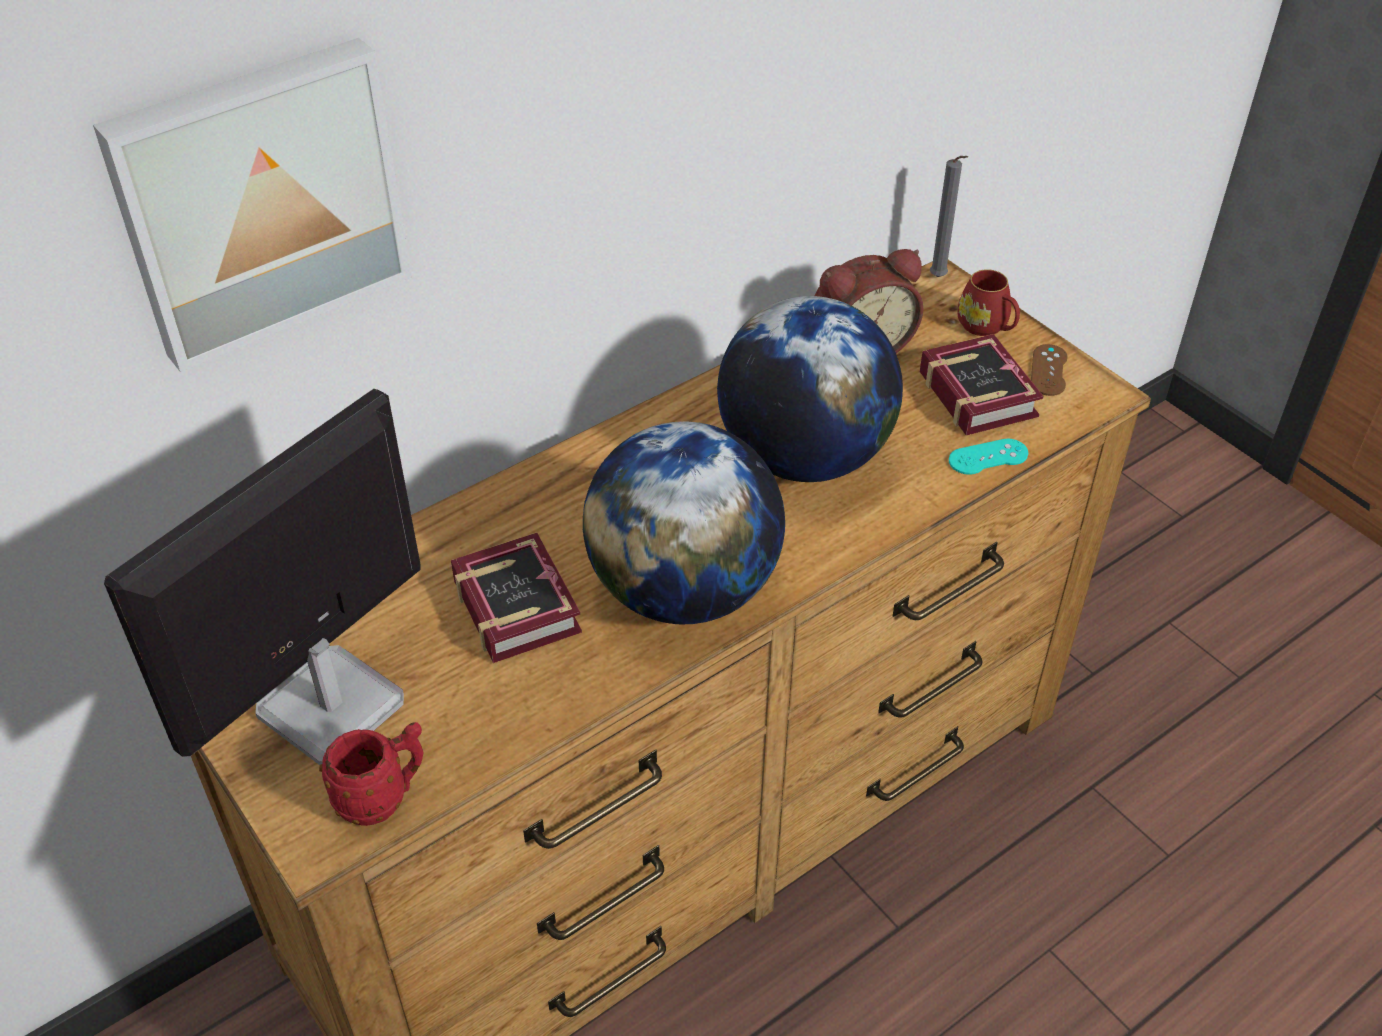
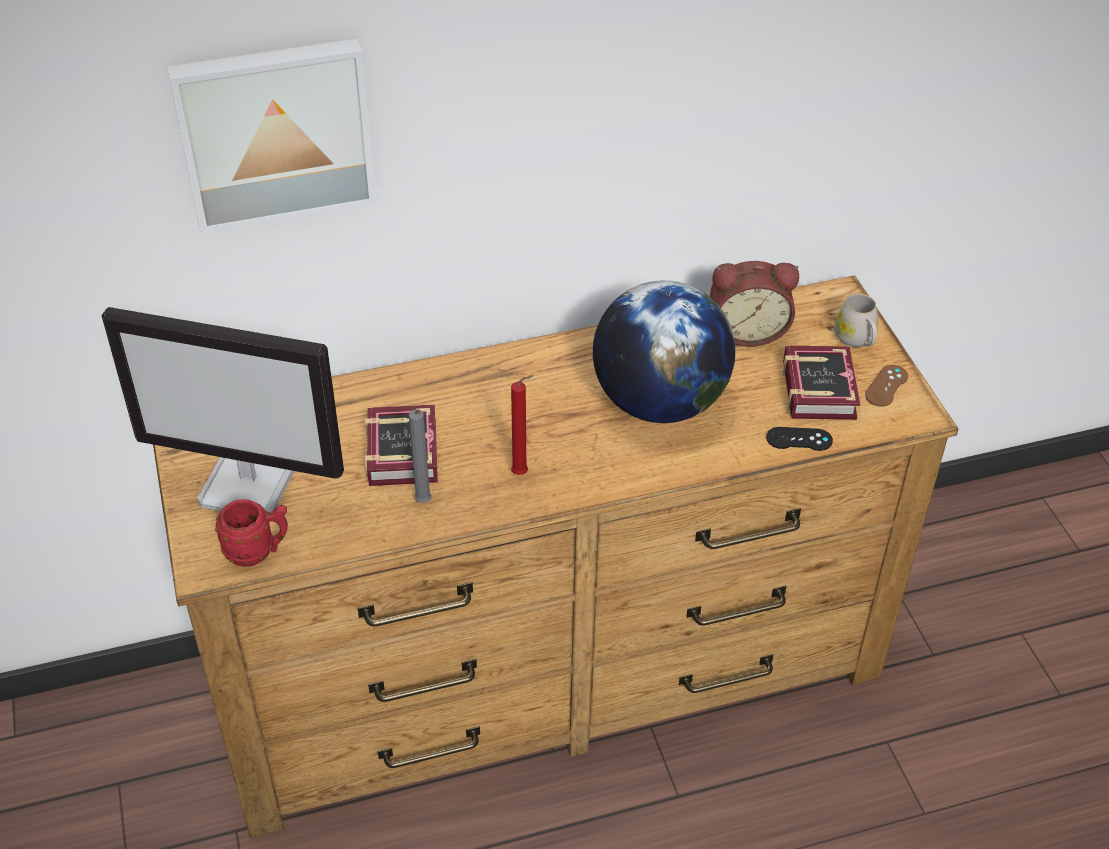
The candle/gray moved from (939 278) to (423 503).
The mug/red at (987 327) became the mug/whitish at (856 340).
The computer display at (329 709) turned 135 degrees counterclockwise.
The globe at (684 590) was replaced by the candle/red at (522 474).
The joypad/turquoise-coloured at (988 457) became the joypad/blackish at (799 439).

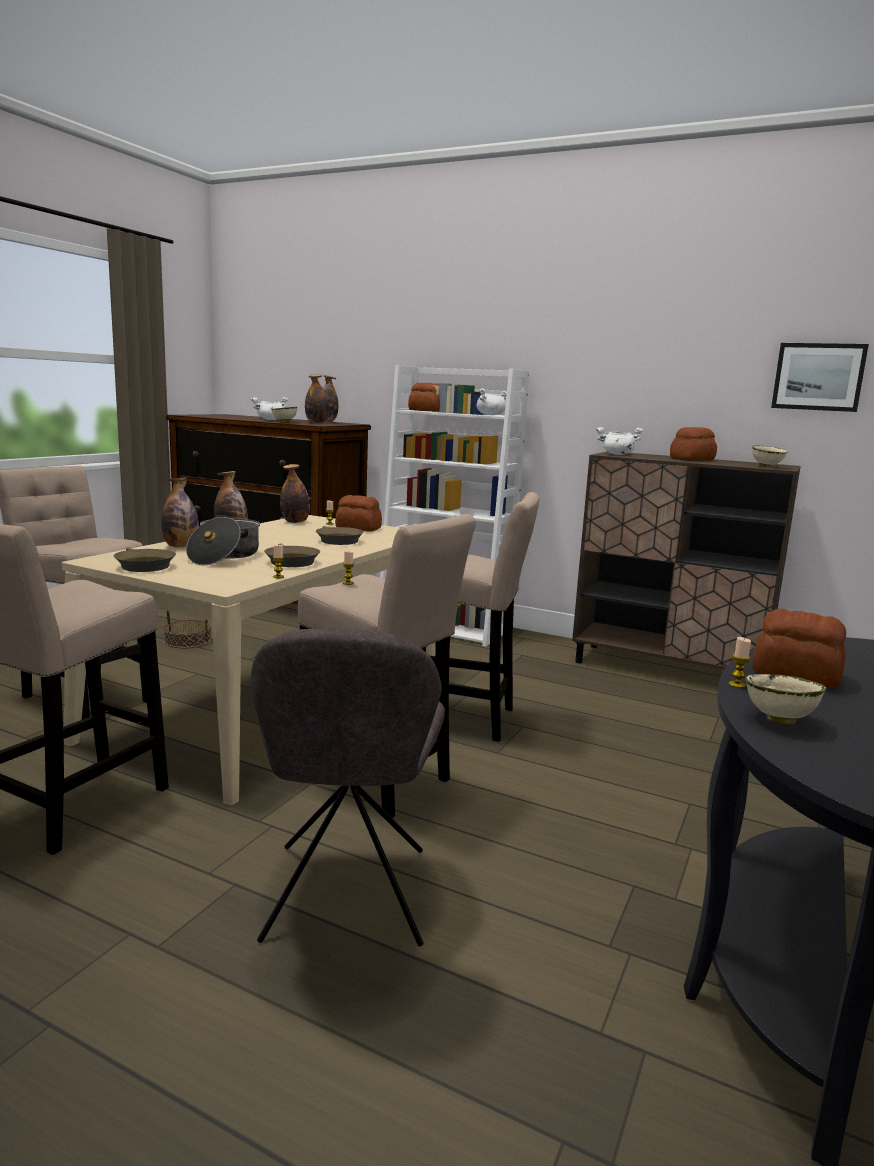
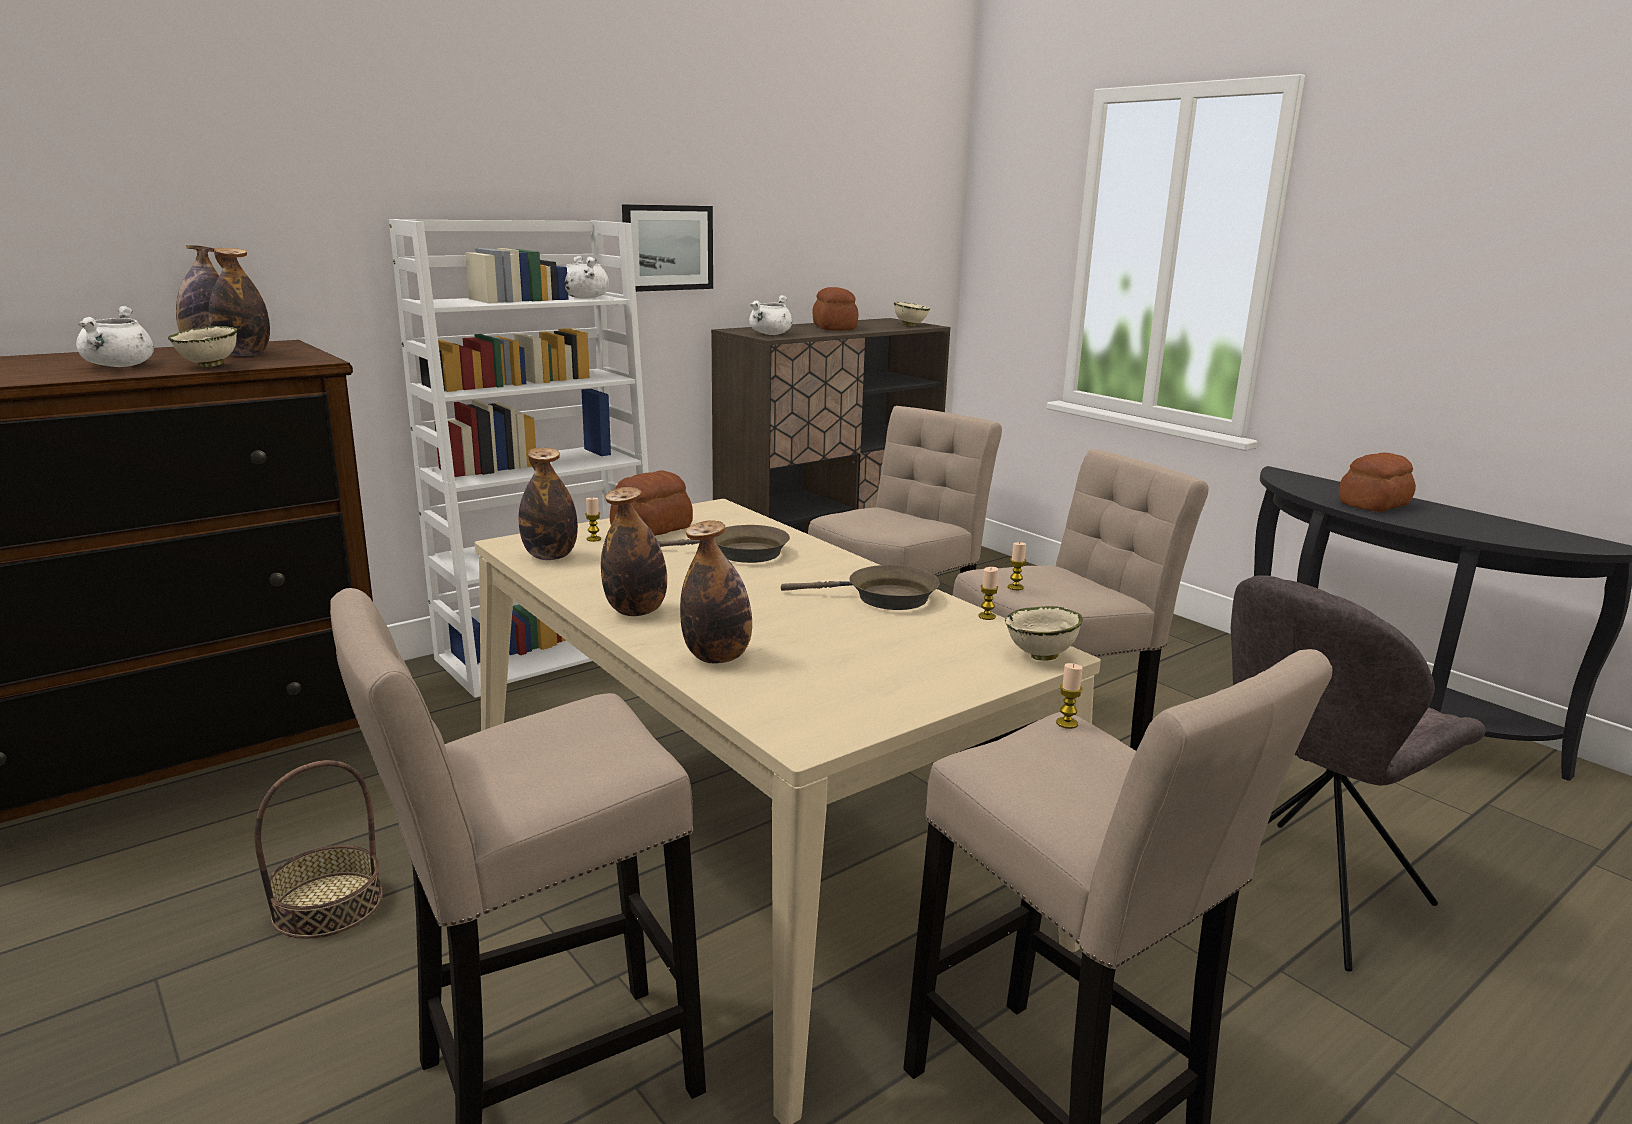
The wall art moved from (818 377) to (667 248).
The bakery bread at (427 411) disappeared.
The stockpot at (224 556) disappeared.
The skillet/brown at (143 565) disappeared.
The chair/gray at (346 898) turned 120 degrees clockwise.
The candle moved from (737 685) to (1067 723).
The bowl/beige-coloured moved from (778 720) to (1041 657).

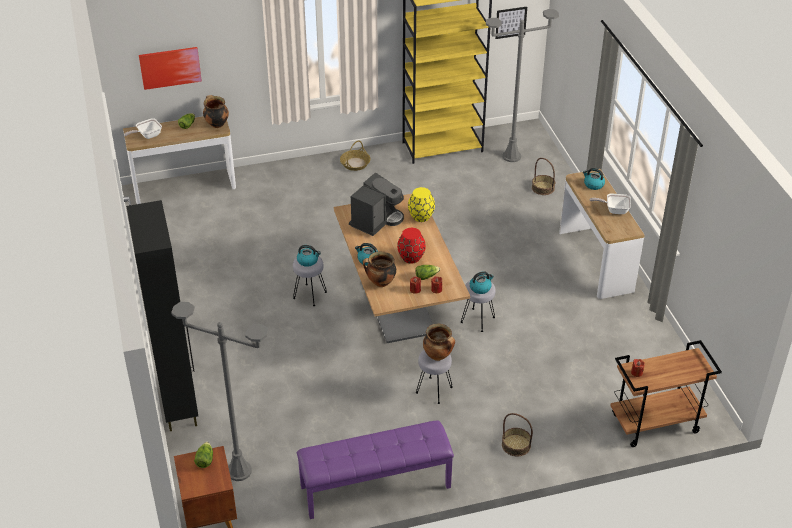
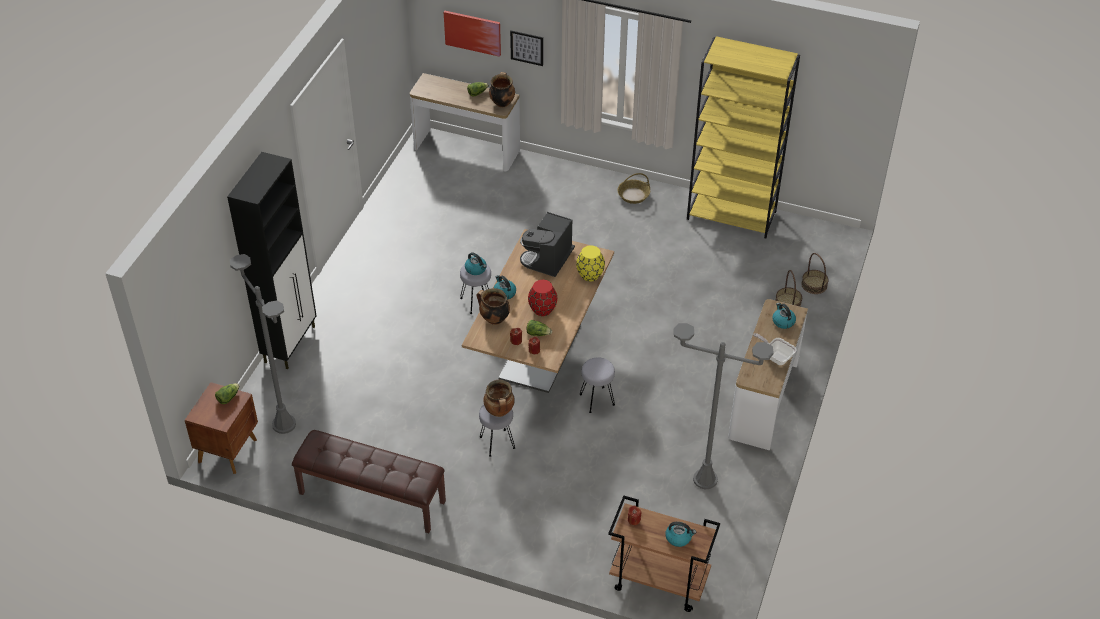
The wall art moved from (511 22) to (527 47).
The standing lamp/gray moved from (511 156) to (705 479).
The skillet at (147 135) disappeared.
The coffee maker at (376 220) turned 135 degrees clockwise.
The tea kettle moved from (480 288) to (678 538).
The basket moved from (516 445) to (814 285).
The long seat/purplish at (375 487) became the long seat/brown at (371 498).

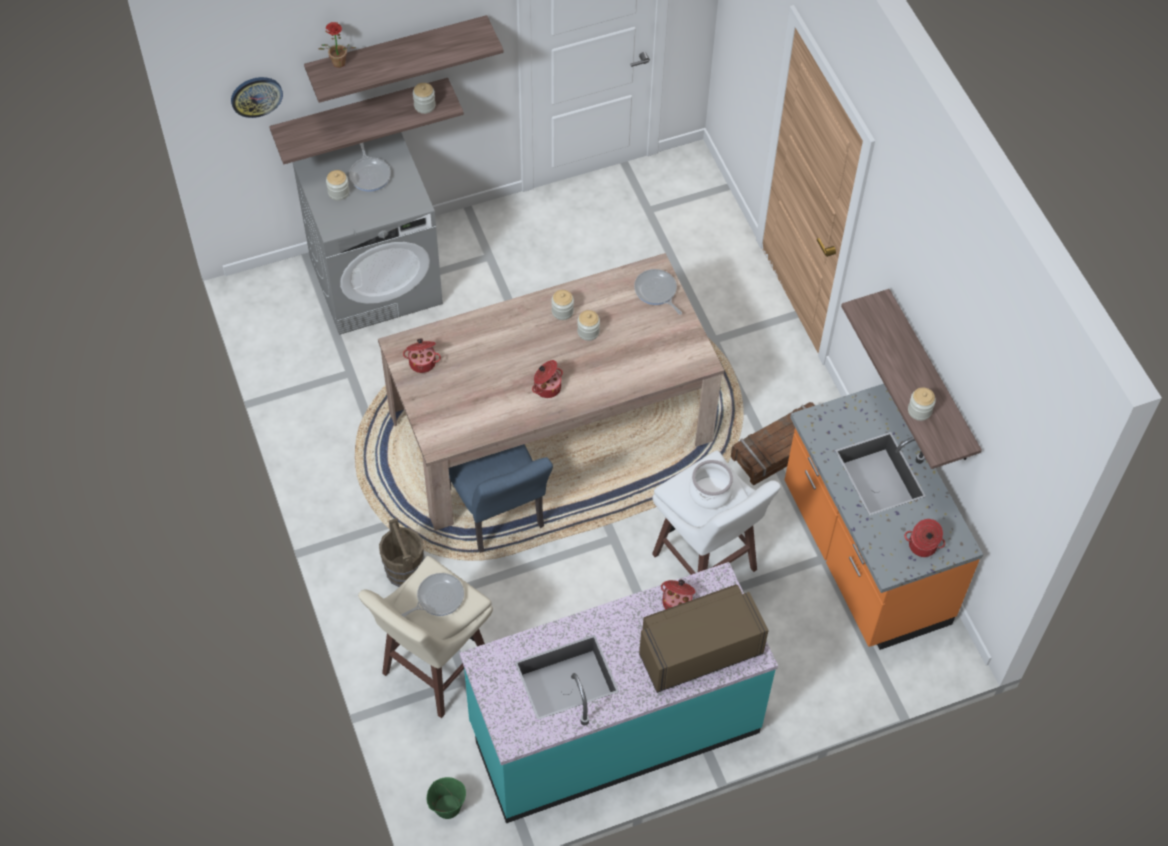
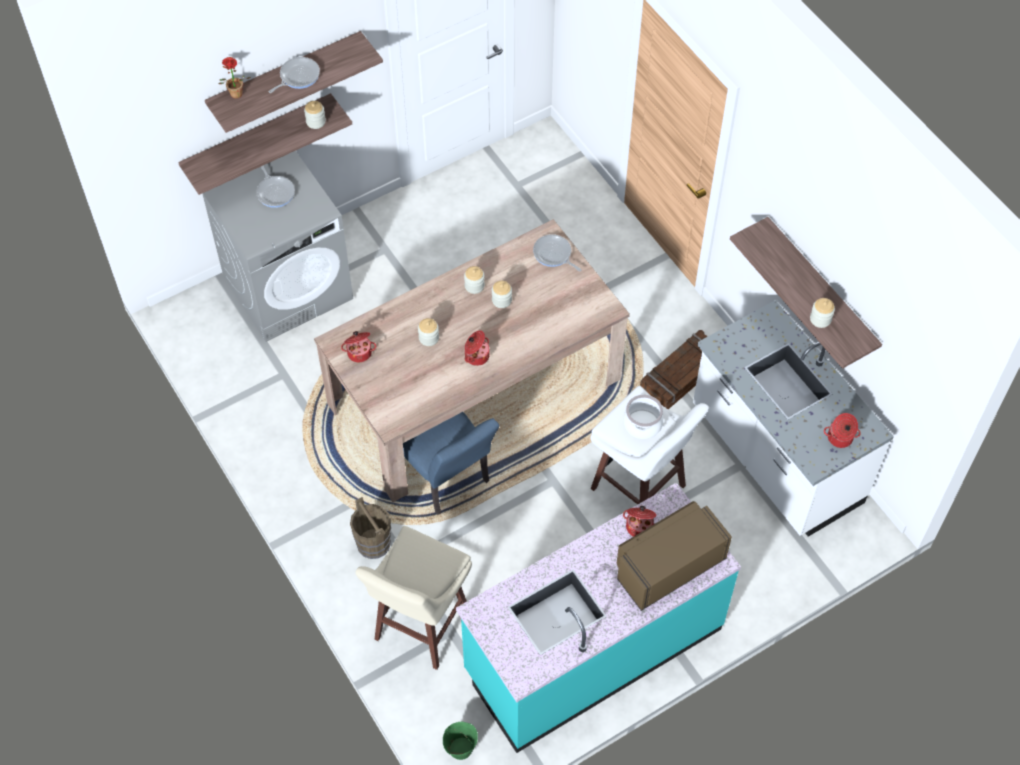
The clock on the wall at (256 96) disappeared.
The preserve jar moved from (338 192) to (429 338).
The counter/orange at (863 556) became the counter/whitish at (774 457).
The skillet moved from (437 598) to (297 76).

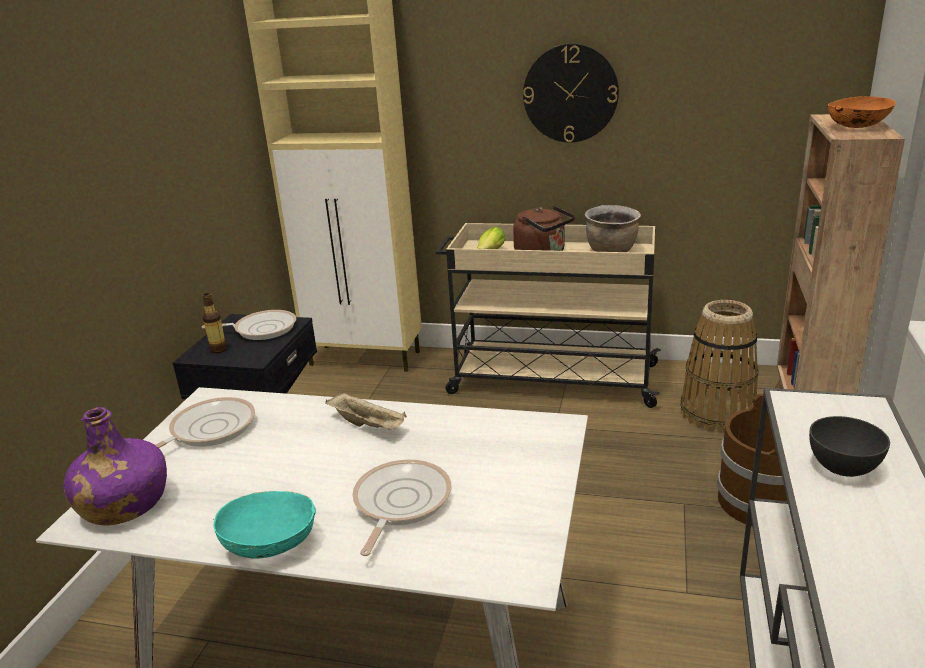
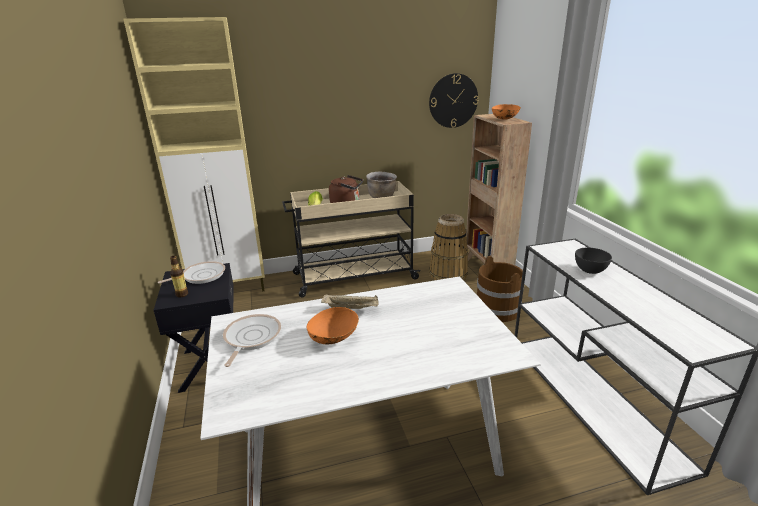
The clock on the wall moved from (570 93) to (453 101).
The beverage bottle/purplish at (124 505) disappeared.
The skillet at (399 503) disappeared.
The bowl/turquoise-coloured at (271 544) disappeared.
The bowl/orange at (334 338) appeared.

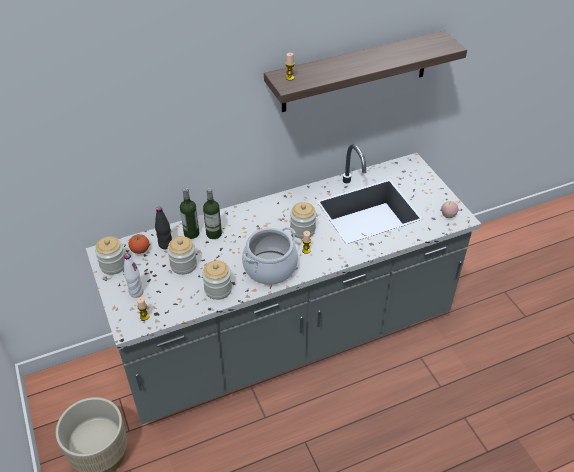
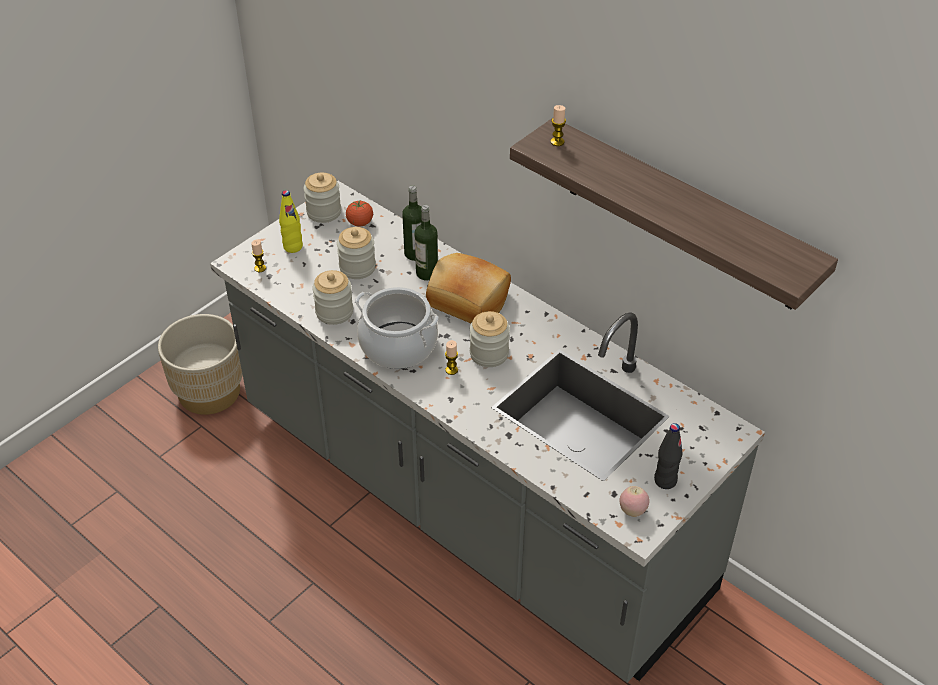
The beverage bottle/blackish moved from (165 245) to (665 480).
The beverage bottle/whitish at (136 292) became the beverage bottle/yellow at (293 247).
The bakery bread at (467 301) appeared.

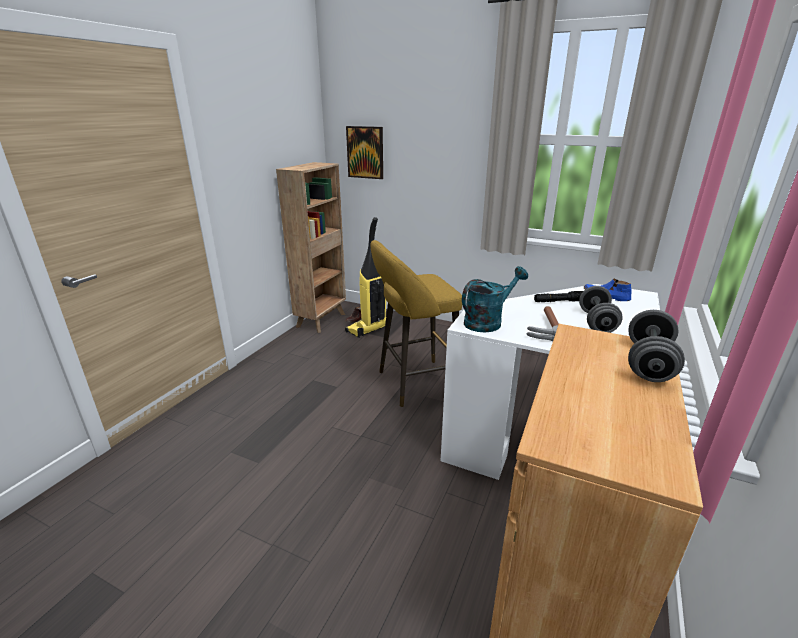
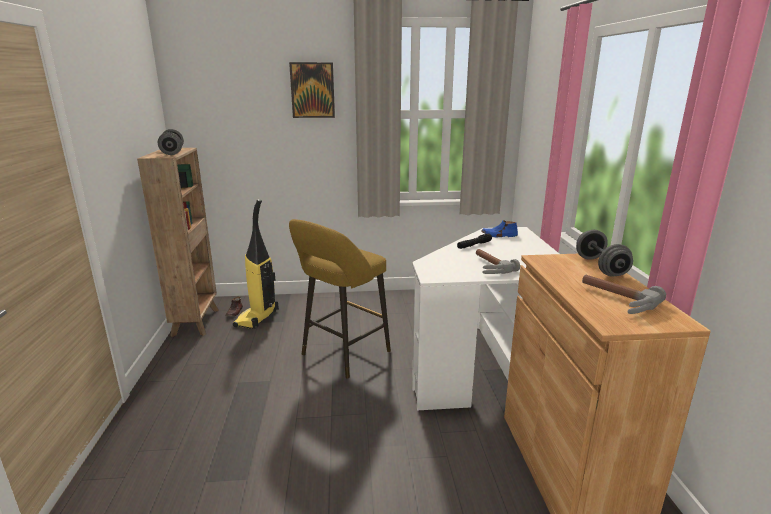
The wall art moved from (365 152) to (312 90).
The watering pot/turquoise-coloured at (488 321) disappeared.
The free weight/gray moved from (596 322) to (172 152).
The hand hammer at (614 300) appeared.

